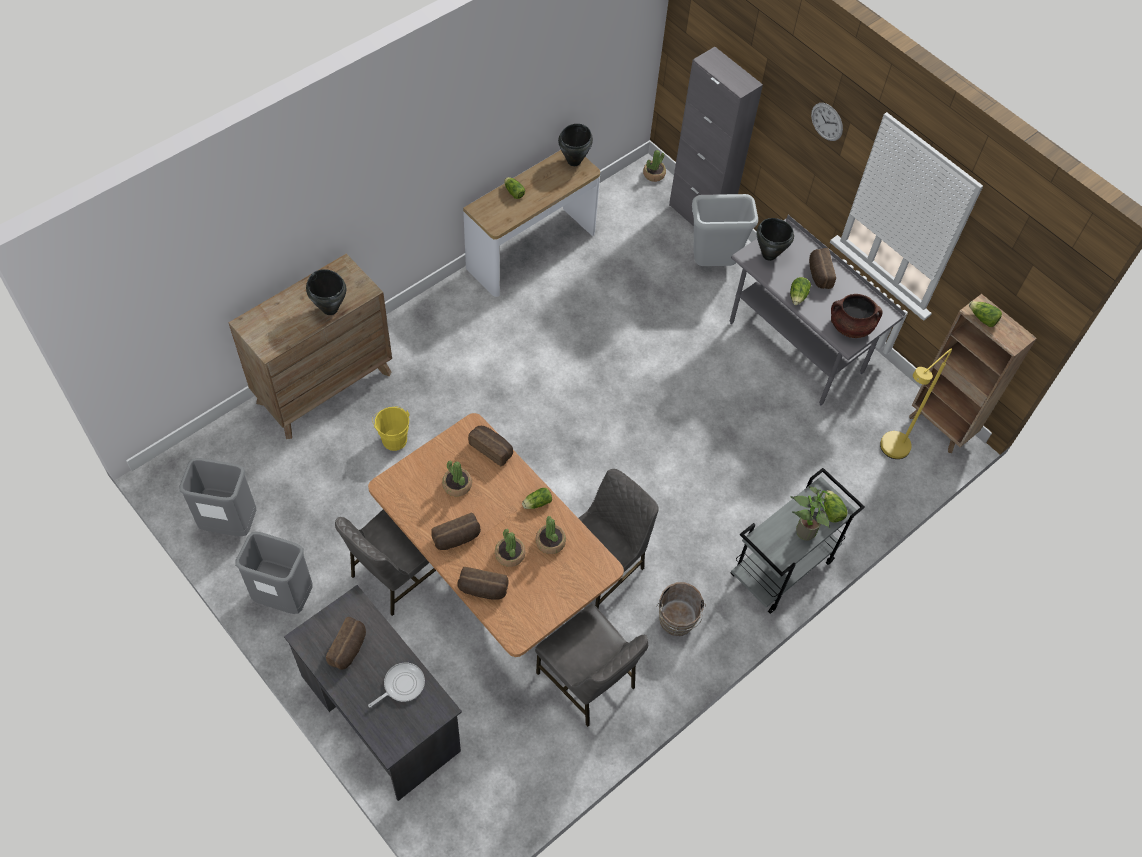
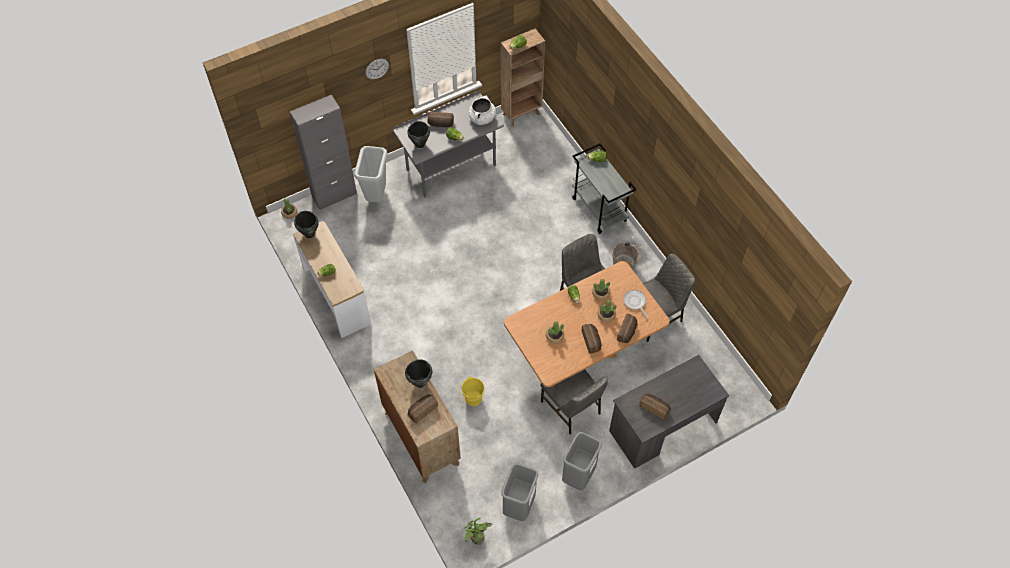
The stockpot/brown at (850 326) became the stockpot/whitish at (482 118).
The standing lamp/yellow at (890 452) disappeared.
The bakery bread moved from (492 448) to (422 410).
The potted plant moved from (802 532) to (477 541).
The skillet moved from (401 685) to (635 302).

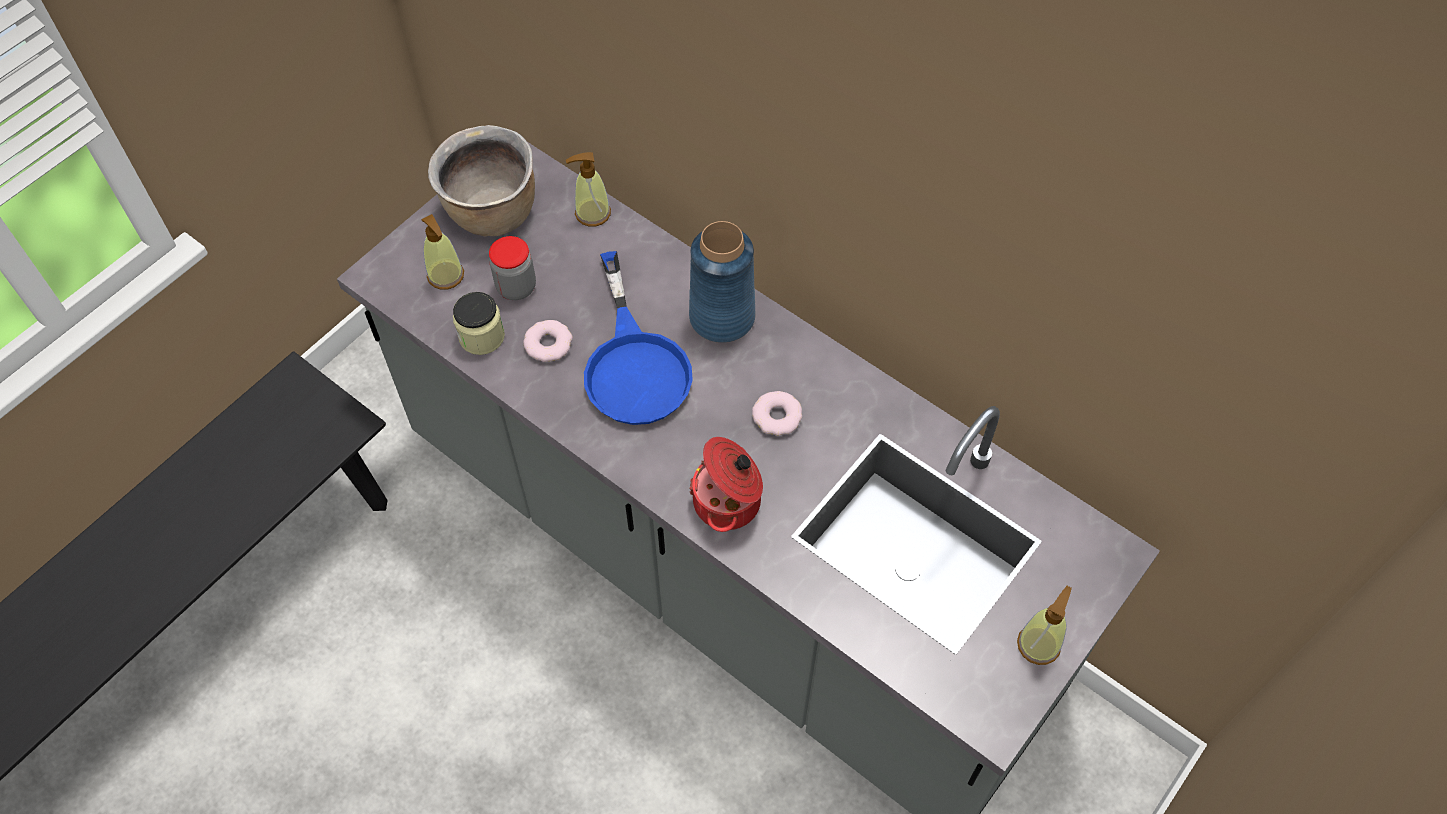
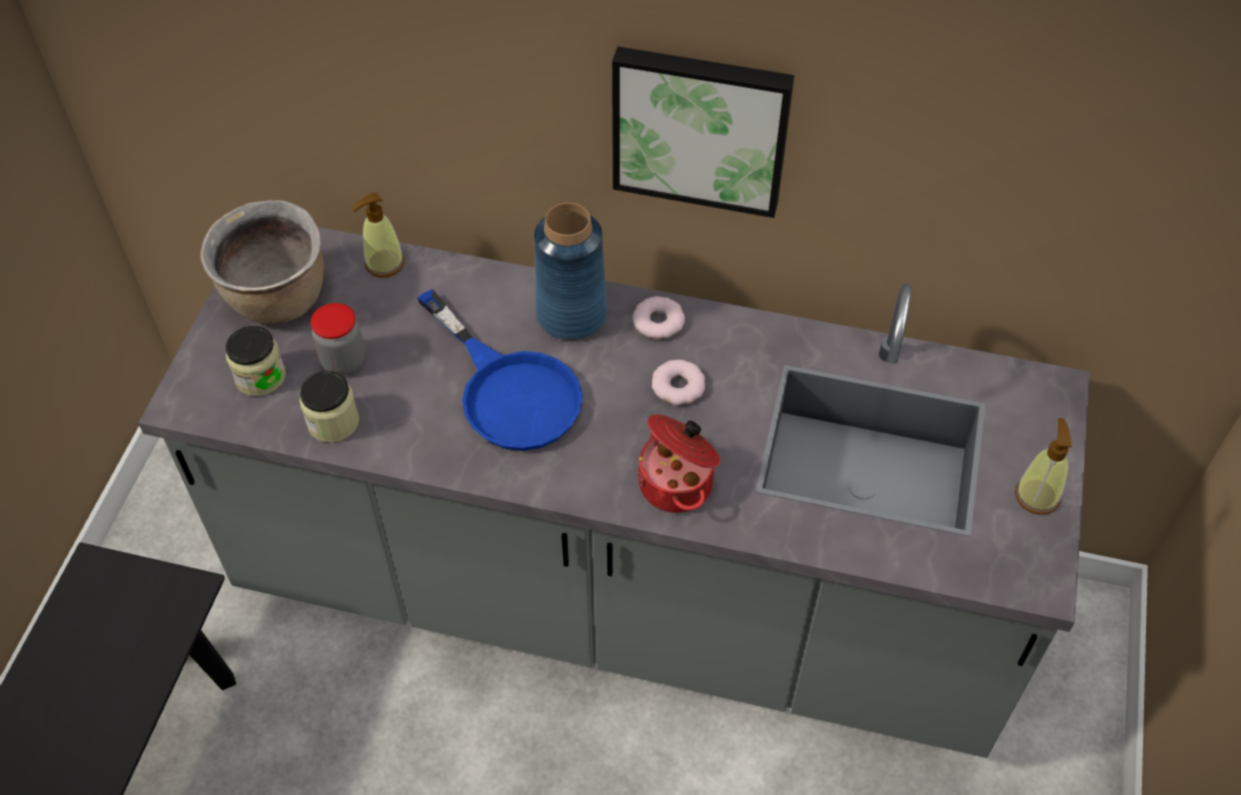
The liquid soap bottle at (446 275) was replaced by the preserve jar at (260 377).
The ring doughnut moved from (548 344) to (658 321).
The wall art at (700 128) appeared.

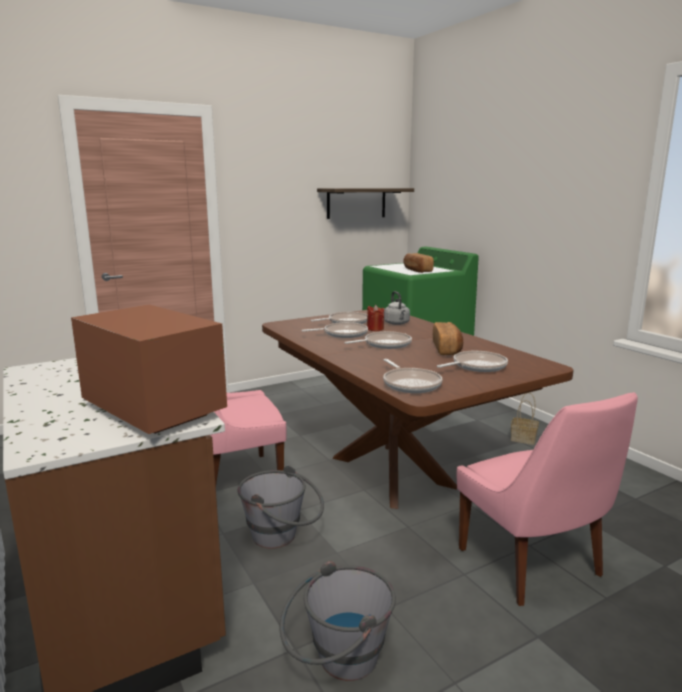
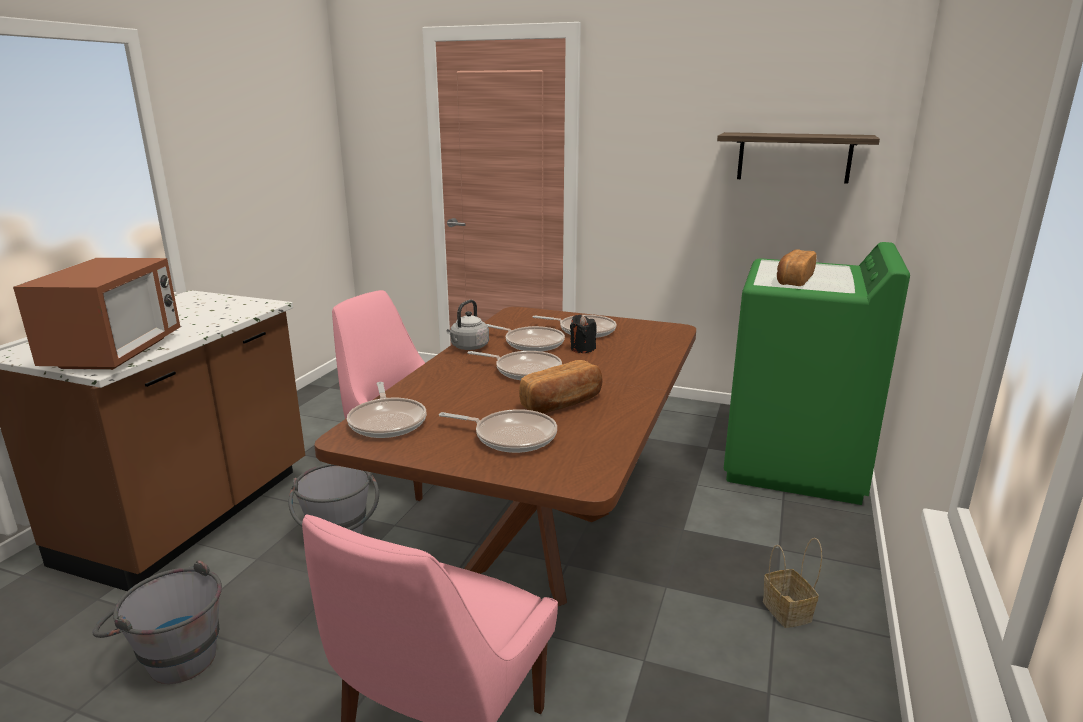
The tea kettle/gray moved from (397 323) to (468 347).
The candle/red at (375 329) became the candle/blackish at (582 349).
The skillet at (410 384) turned 45 degrees counterclockwise.

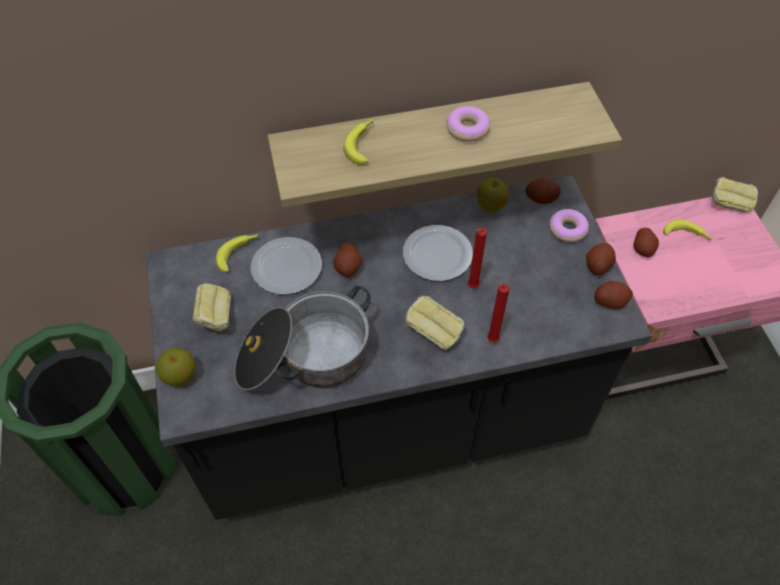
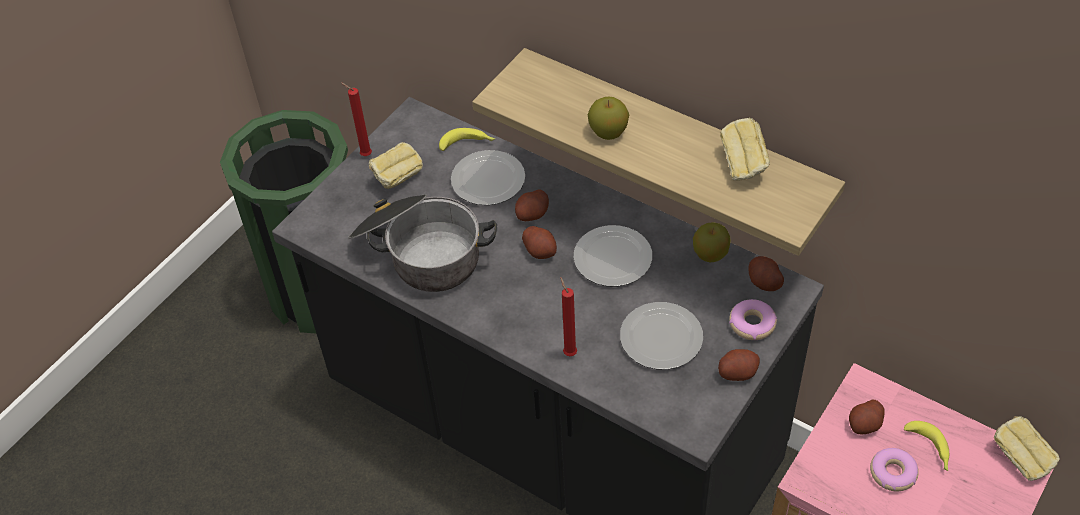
The ring doughnut moved from (467 129) to (892 473).
The whole banana at (362 144) disappeared.
The candle/red moved from (471 287) to (364 155).
The spud moved from (610 301) to (540 250).
The bakery bread moved from (433 332) to (743 166).
The apple moved from (180 376) to (608 132).
The dinner plate at (659 337) appeared.

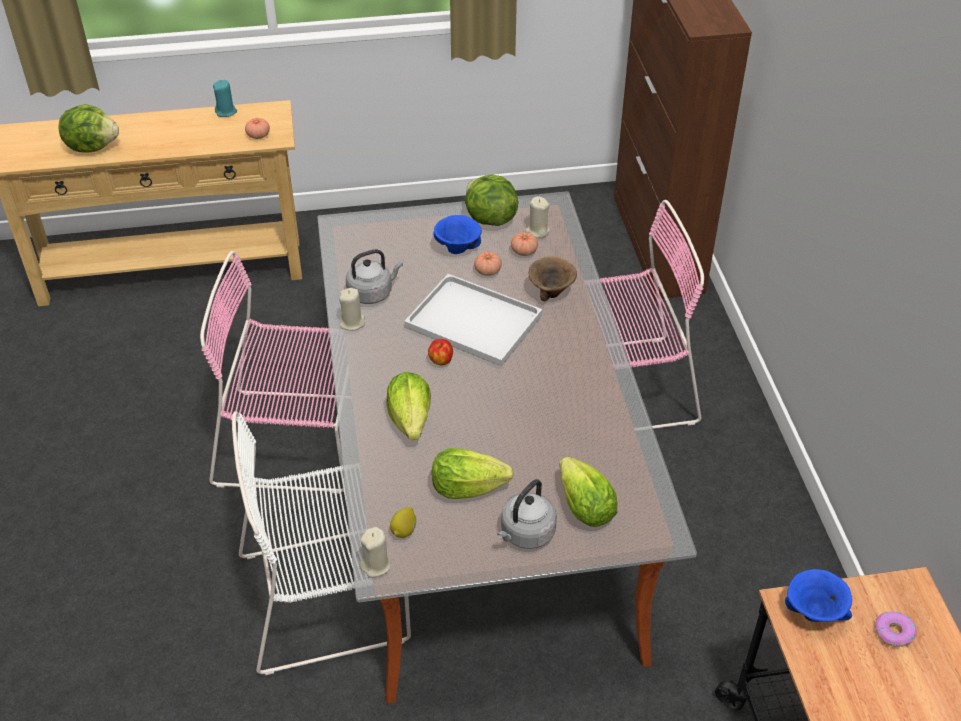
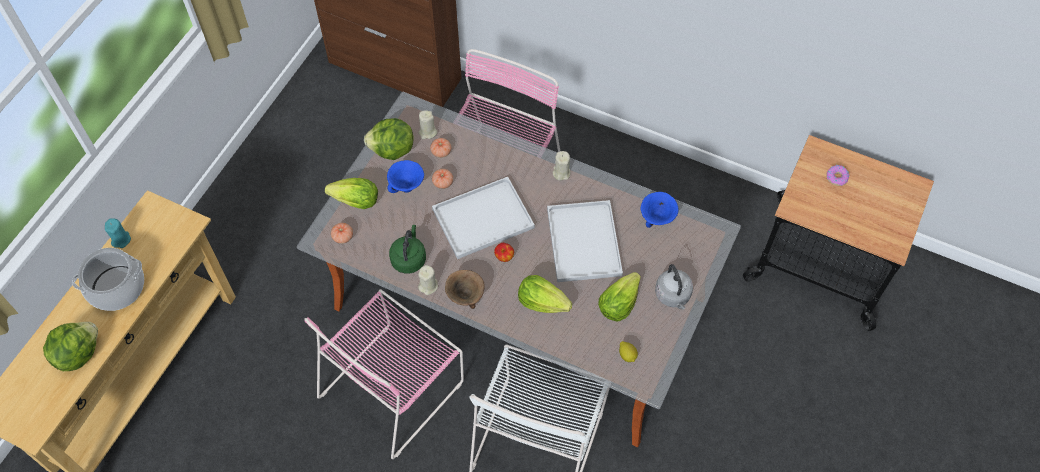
The tomato moved from (258 135) to (343 237).
The tea kettle/gray at (372 293) became the tea kettle/greenish at (409 258).
The bowl/brown moved from (551 292) to (465 296).
The head of lettuce moved from (584 508) to (356 202).
The candle/beige-coloured moved from (376 564) to (561 173).
The bowl/bluish moved from (814 613) to (657 218).
The serving tray/whitish at (582 240) appeared.
The stockpot at (117 288) appeared.

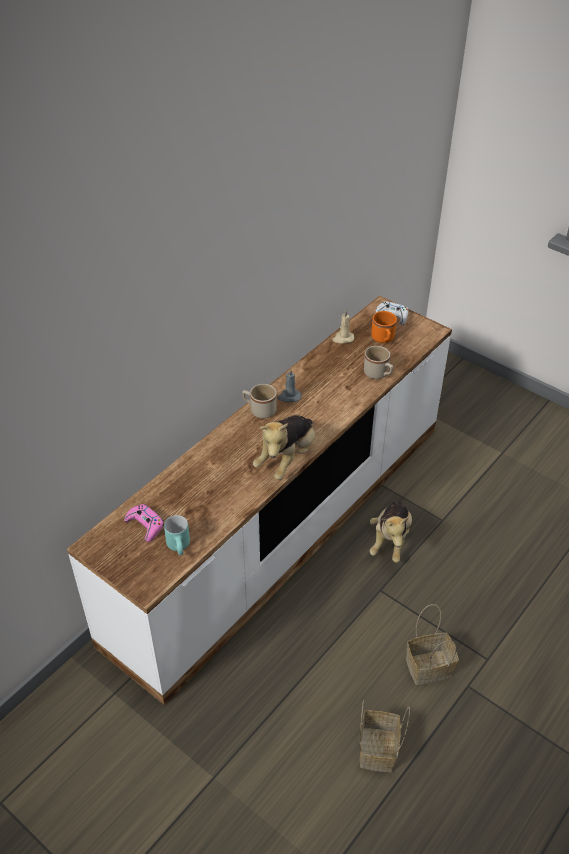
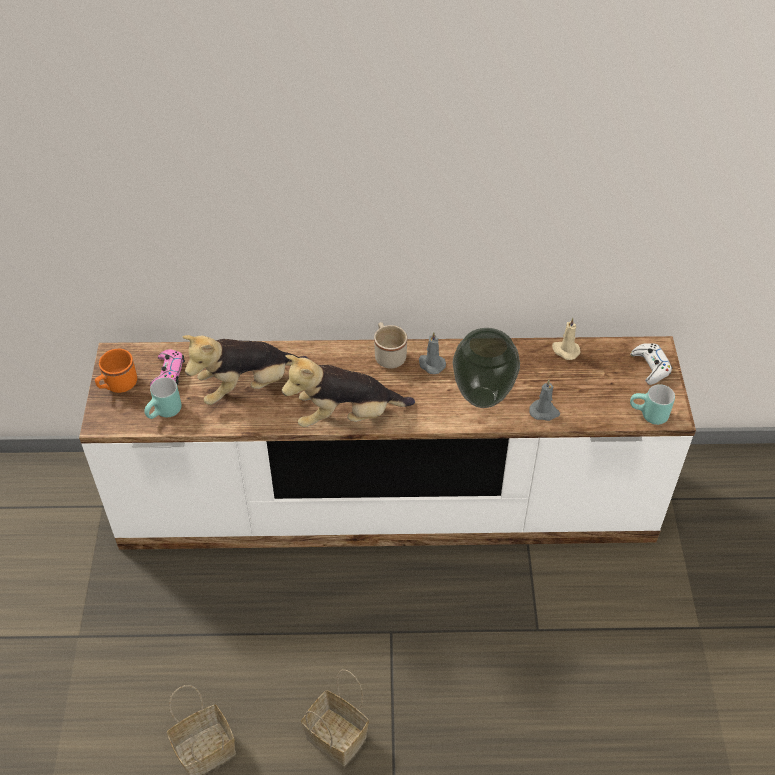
The mug/orange moved from (383 339) to (117 385).
The mug/beige-coloured at (378 374) was replaced by the candle/gray at (544 412).
The cuddly toy moved from (390 540) to (247 386).
The decorative vase at (481 398) appeared.
The mug/turquoise-coloured at (648 416) appeared.

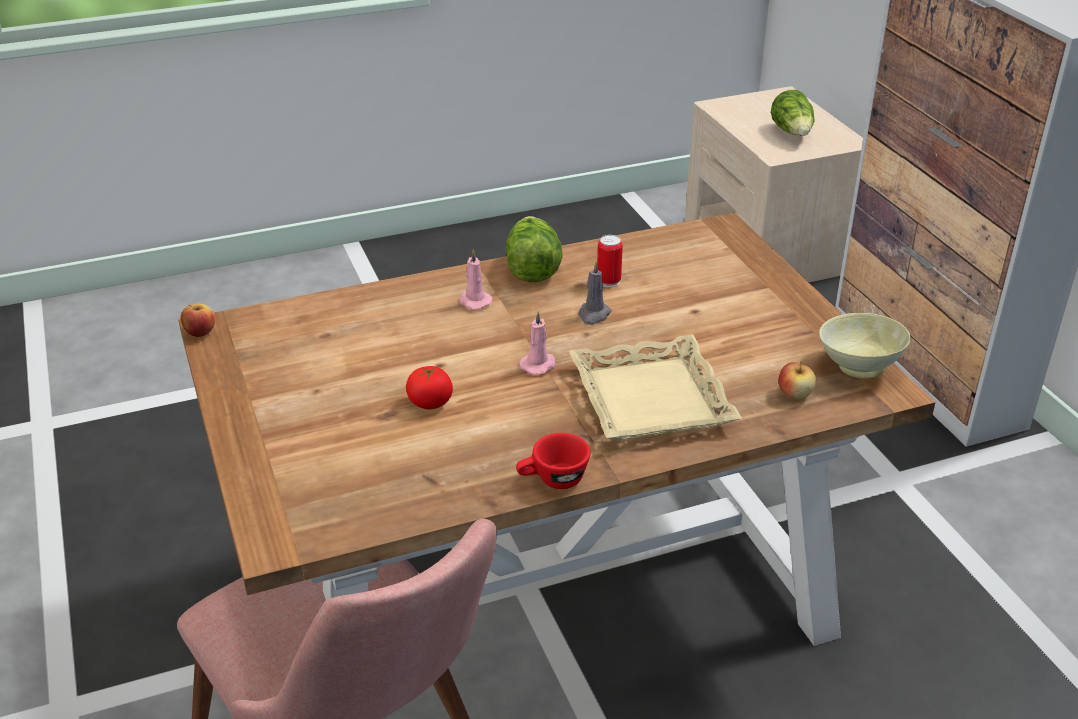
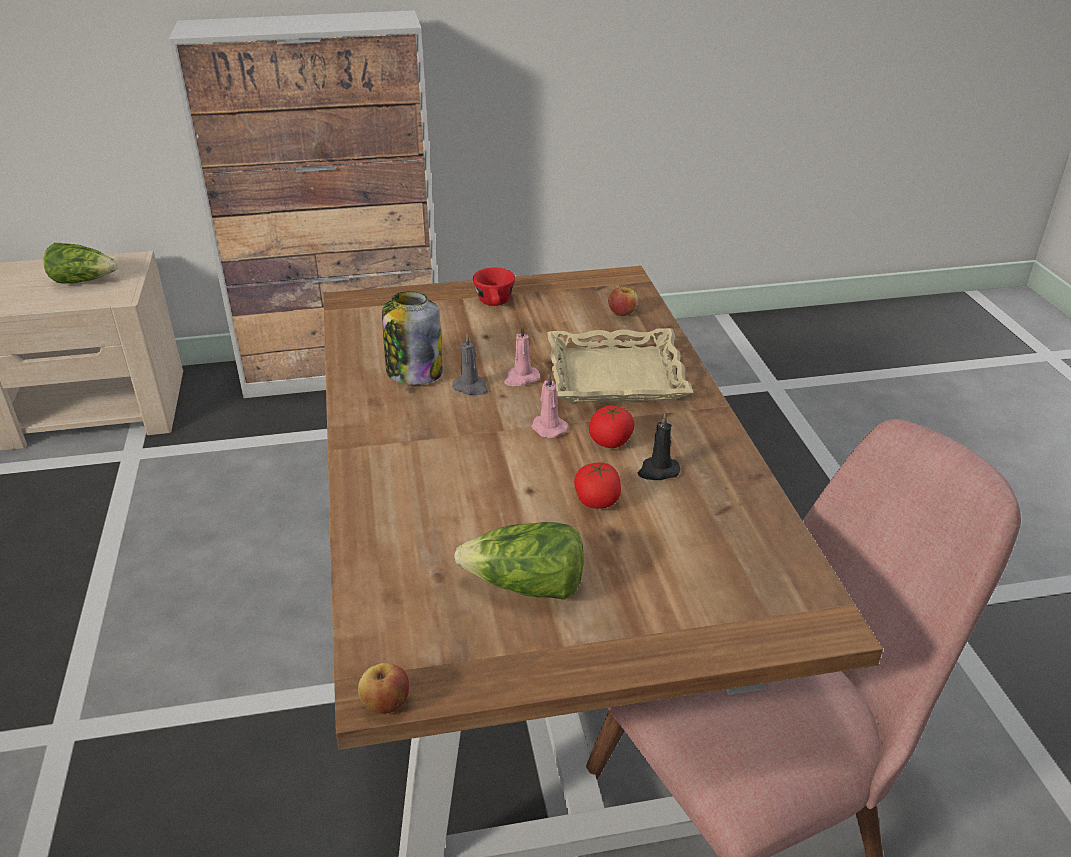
The head of lettuce moved from (531 267) to (526 586).
The sealed can at (608 281) was replaced by the preserve jar at (413 372).
The candle/pink moved from (474 301) to (521 378).
The bowl/beige-coloured at (858 366) disappeared.
The cup/red moved from (553 480) to (495 303).
The tomato at (610 441) appeared.
The candle/blackish at (658 471) appeared.

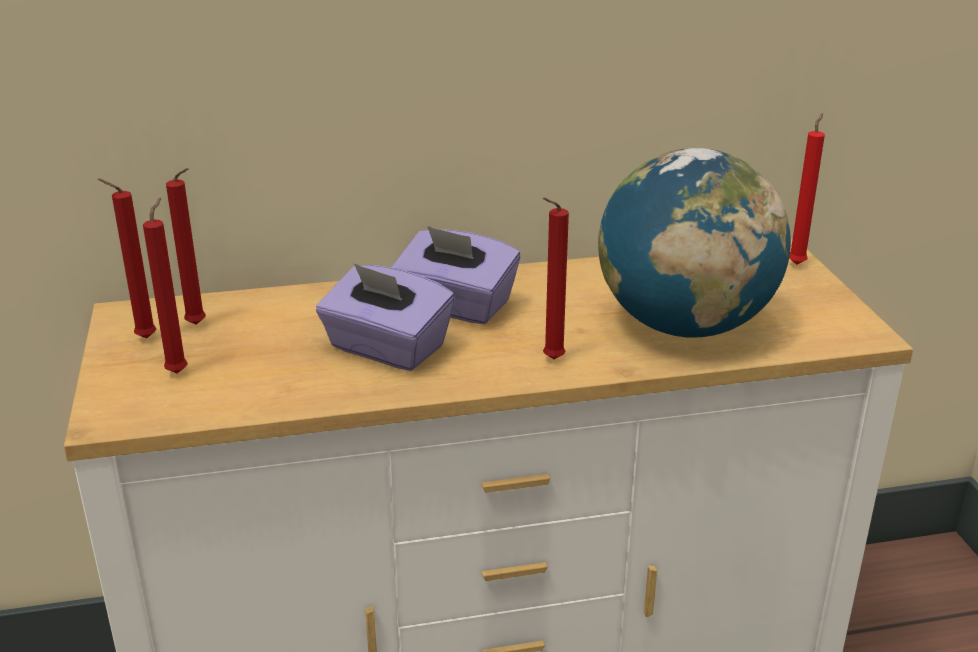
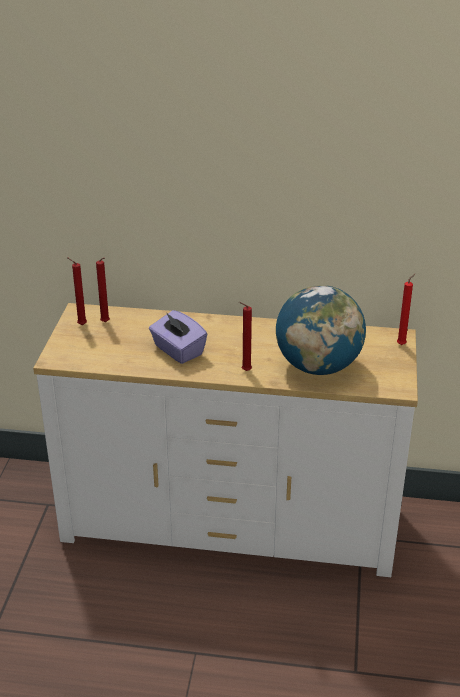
The candle/red at (179 371) disappeared.
The box of tissues/purplish at (455 306) disappeared.

